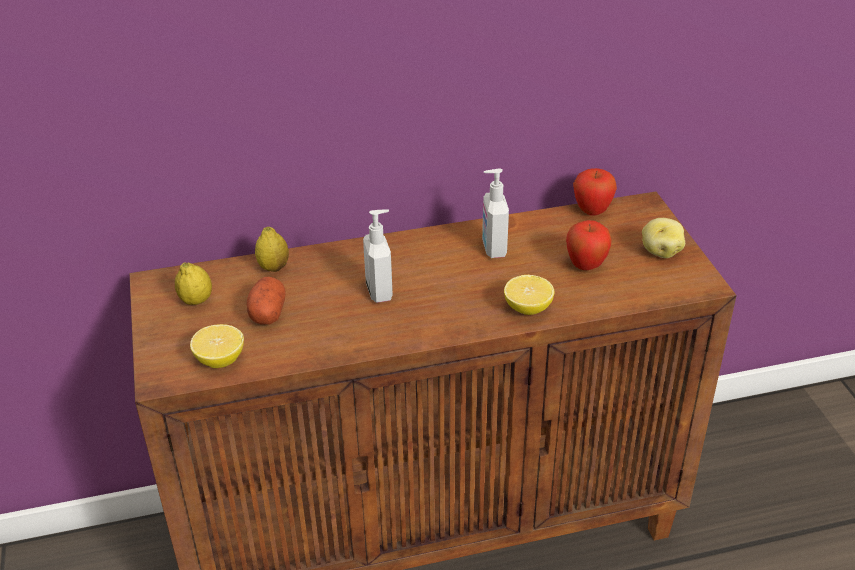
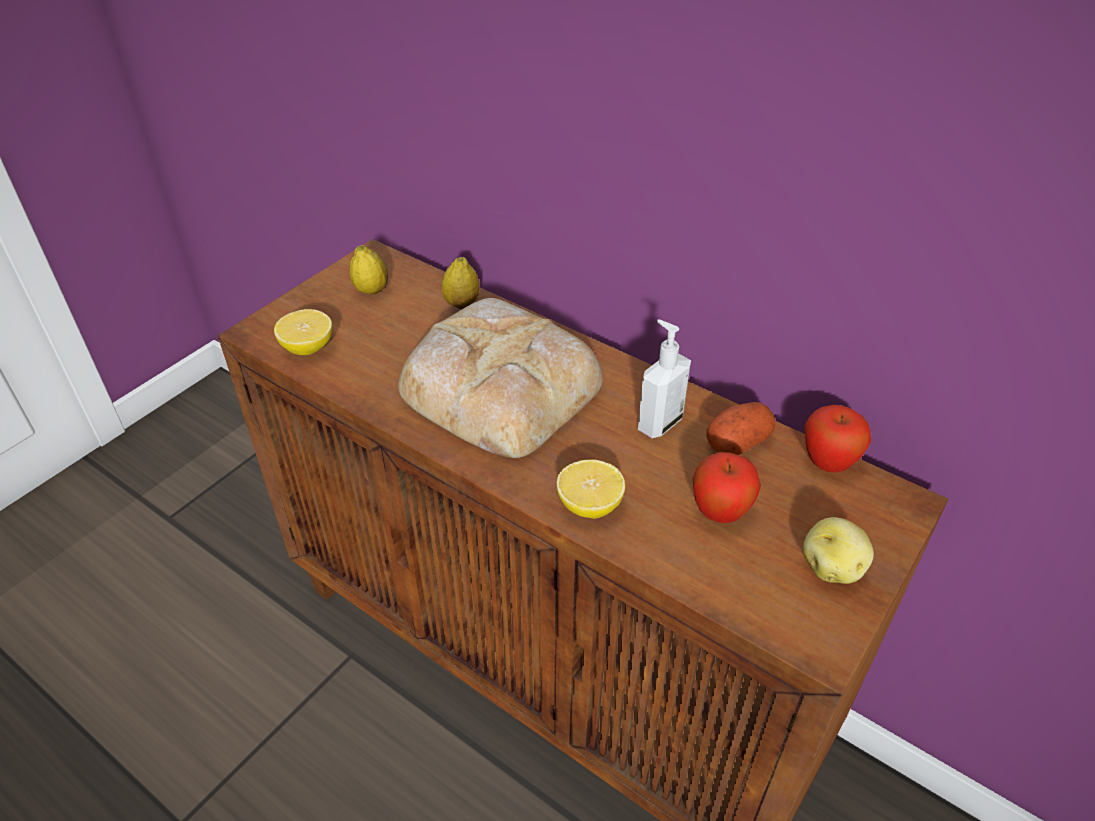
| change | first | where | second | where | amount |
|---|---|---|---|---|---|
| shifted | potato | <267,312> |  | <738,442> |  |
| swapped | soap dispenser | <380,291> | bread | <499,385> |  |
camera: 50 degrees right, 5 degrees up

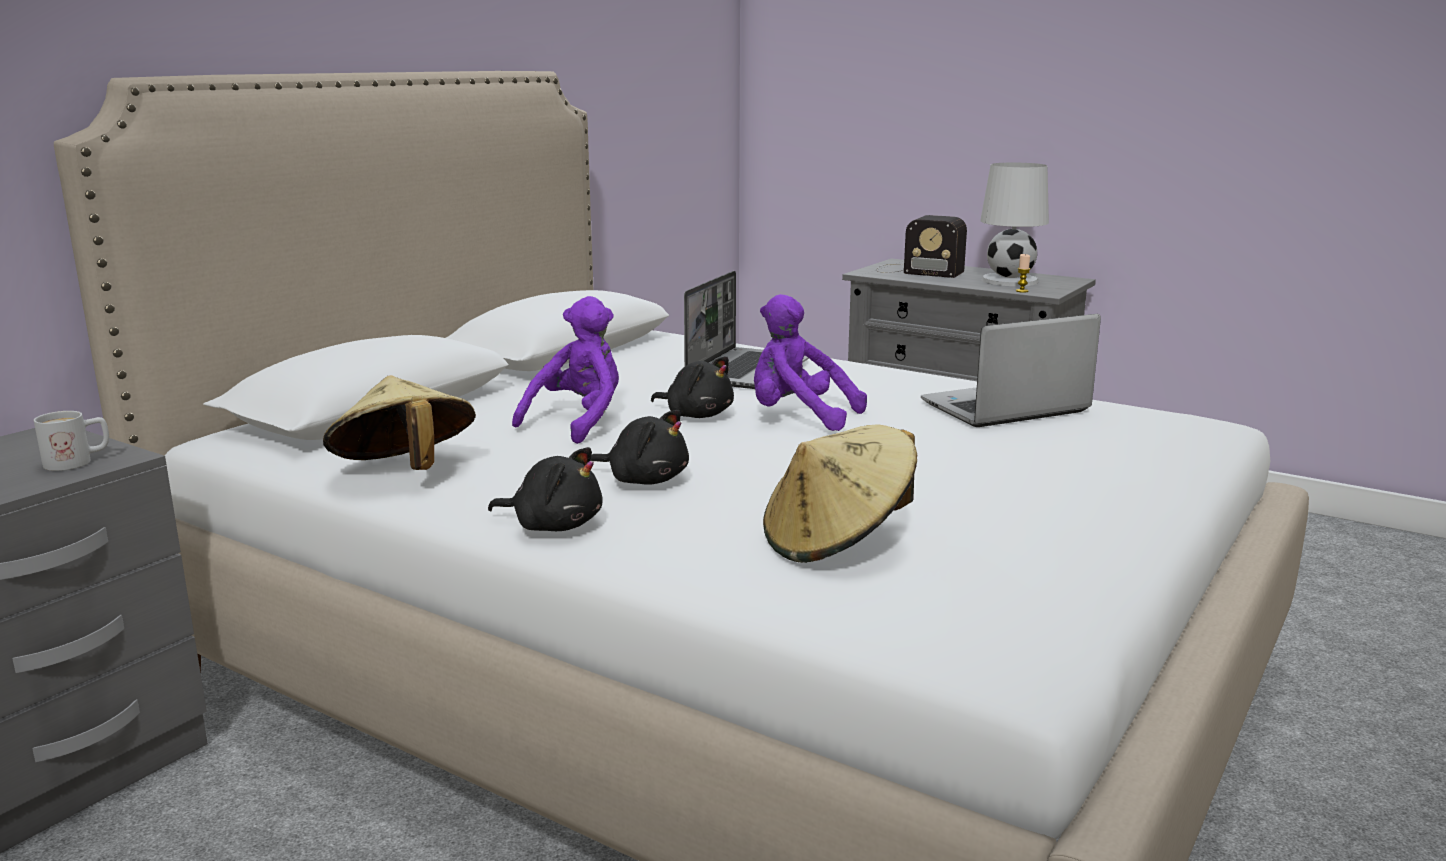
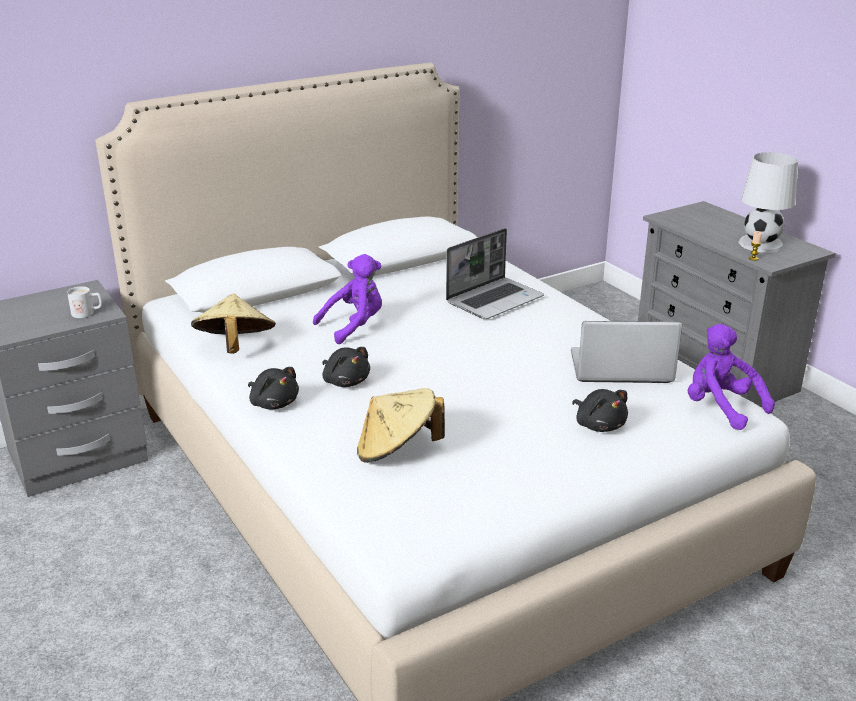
| change | first | where | second | where | amount |
|---|---|---|---|---|---|
| shifted | black plush toy | <697,415> |  | <599,425> |  |
| shifted | purple plush toy | <798,417> |  | <720,407> |  |
| gone | radio | <916,270> |  |  |  |
camera: 25 degrees right, 10 degrees up

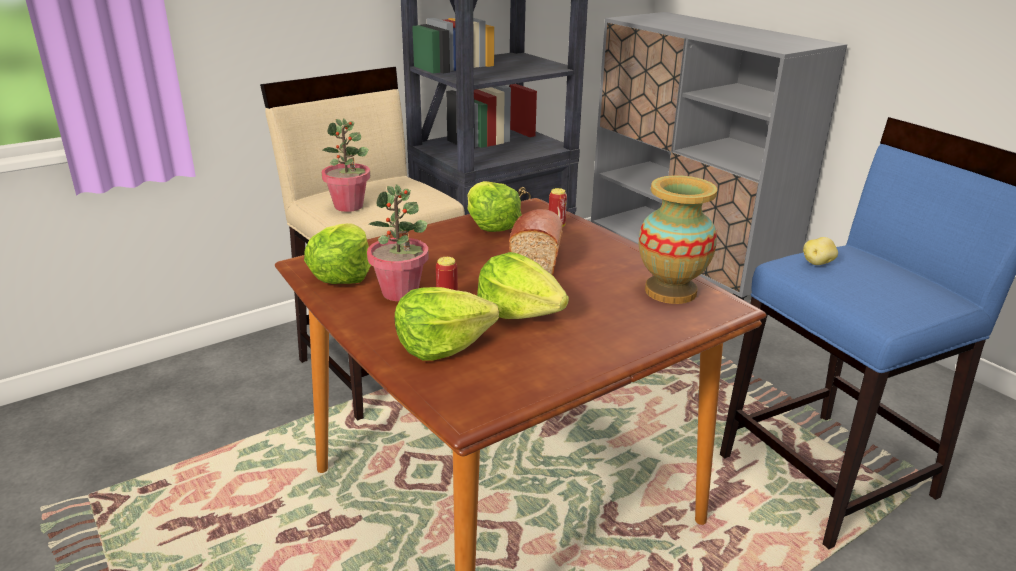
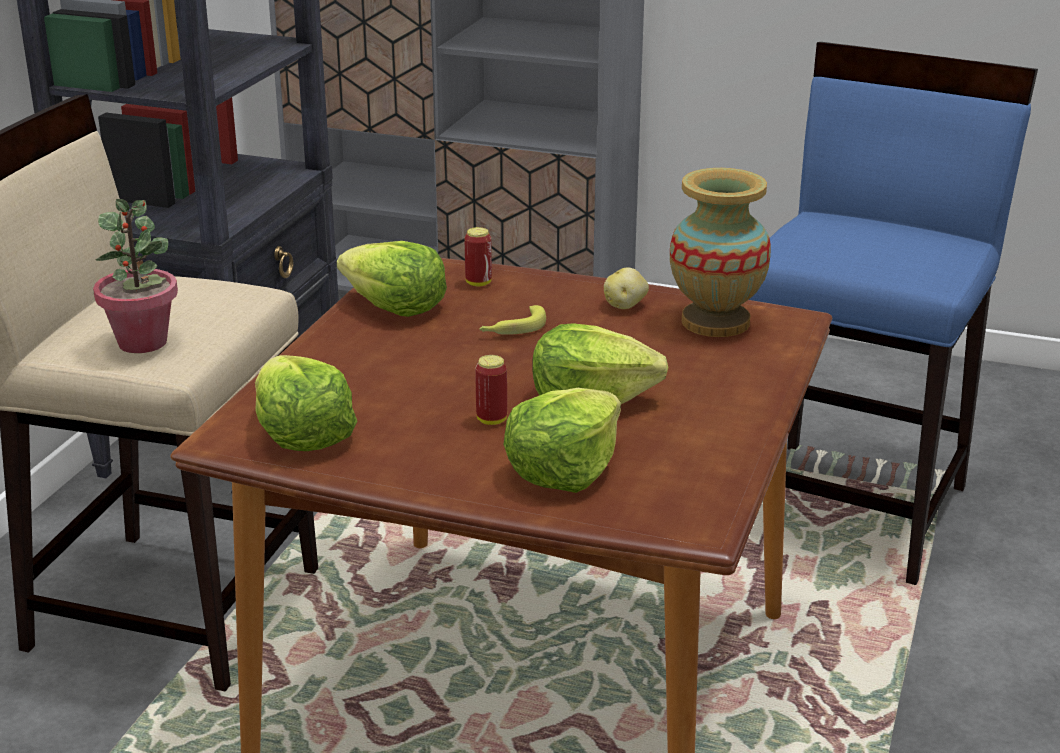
| change | first | where | second | where | amount |
|---|---|---|---|---|---|
| gone | potted plant | <400,292> |  |  |  |
| swapped | bread | <537,256> | banana | <513,328> |  |
| shifted | potato | <818,263> |  | <625,305> |  |
camera: 35 degrees left, 0 degrees up

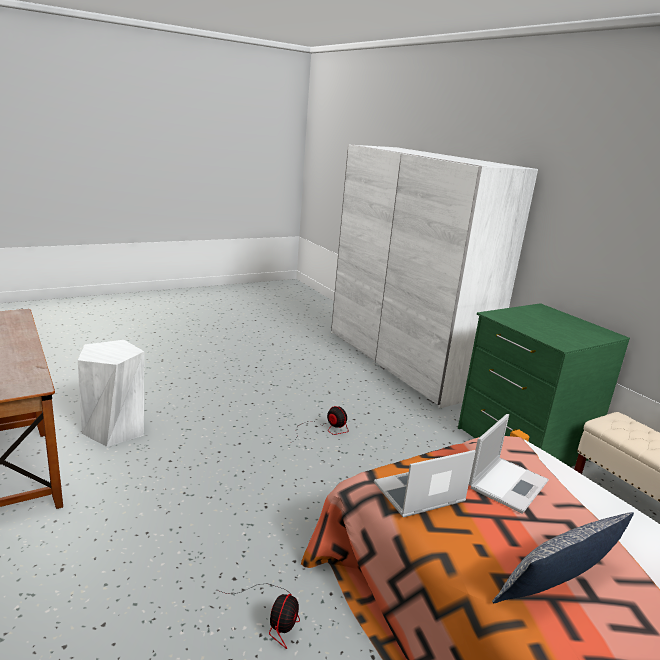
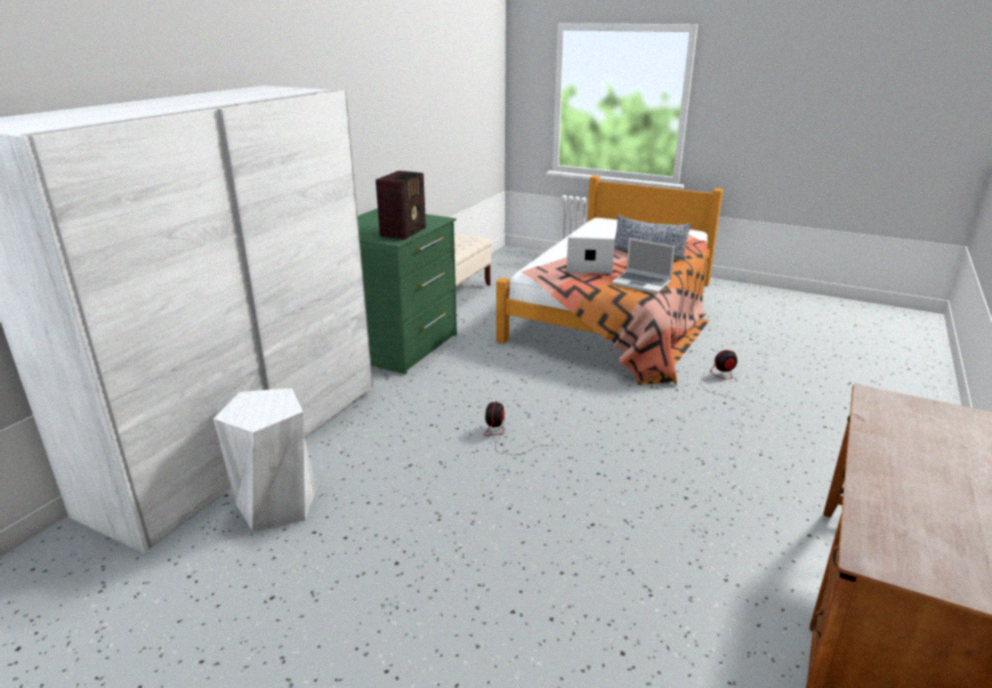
| change | first | where | second | where | amount |
|---|---|---|---|---|---|
| shifted | white stool | <115,429> |  | <277,504> |  |
| new |  |  | radio | <404,232> |  |
camera: 120 degrees left, 5 degrees up

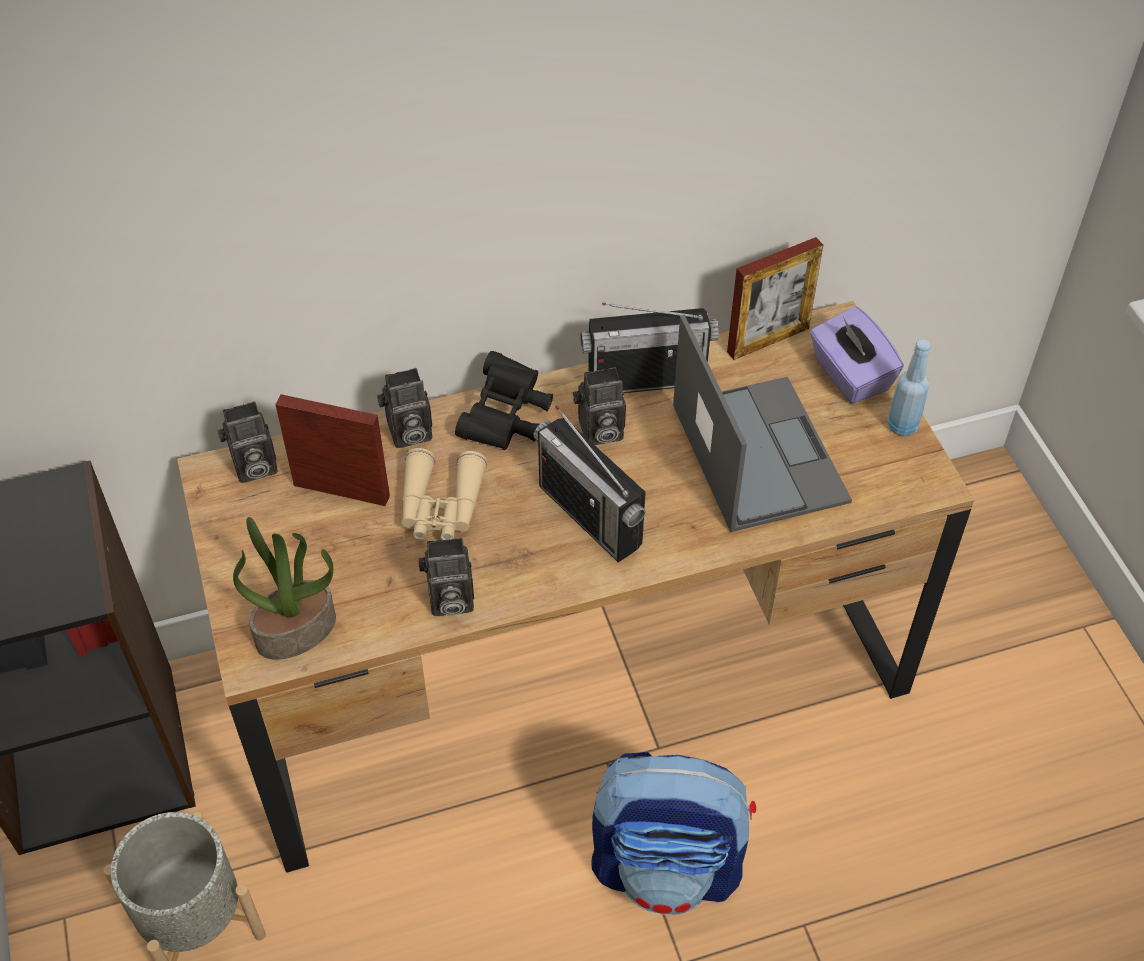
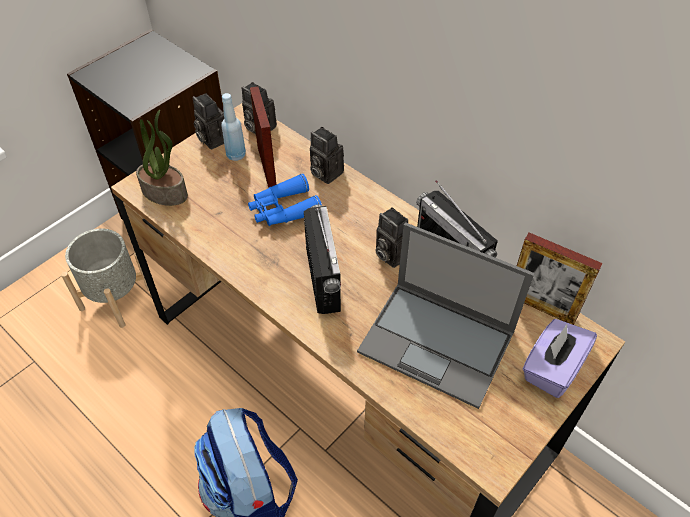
| change | first | where | second | where | amount |
|---|---|---|---|---|---|
| repainted | beige binoculars | <441,507> | blue binoculars | <283,210> |  |
| shifted | photo camera | <448,601> |  | <212,139> |  |
| gone | black binoculars | <506,418> |  |  |  |
| rotated | radio | <590,516> |  | <323,278> | 150 degrees clockwise |
| rotated | laptop | <757,452> |  | <438,342> | 75 degrees clockwise |
| shifted | blue bottle | <902,426> |  | <236,155> |  |
camera: 60 degrees right, 0 degrees up

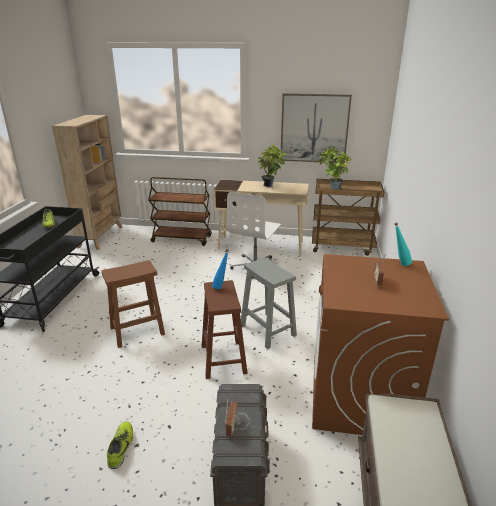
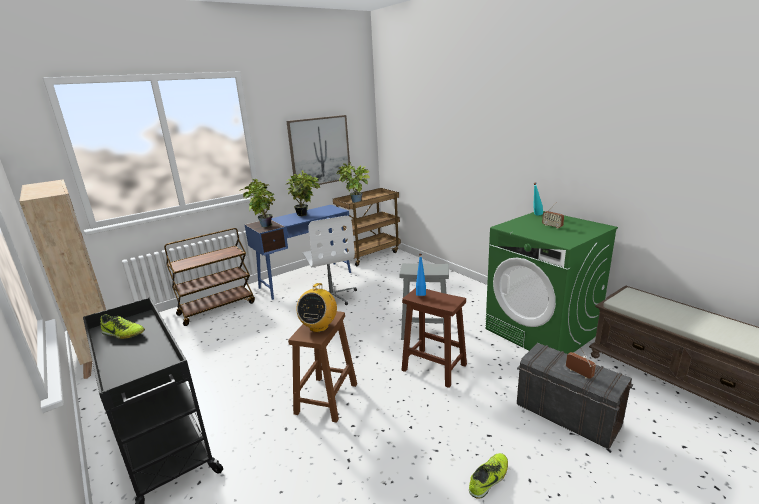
| change | first | where | second | where | amount |
|---|---|---|---|---|---|
| rotated | shoe | <121,447> |  | <489,479> | 90 degrees clockwise |
| repainted | beige desk | <261,245> | blue desk | <306,280> |  |
| repainted | brown washing machine | <359,397> | green washing machine | <542,331> |  |
| new |  |  | potted plant | <263,225> |  |
| new |  |  | radio | <319,327> |  |
camera: 45 degrees left, 5 degrees down

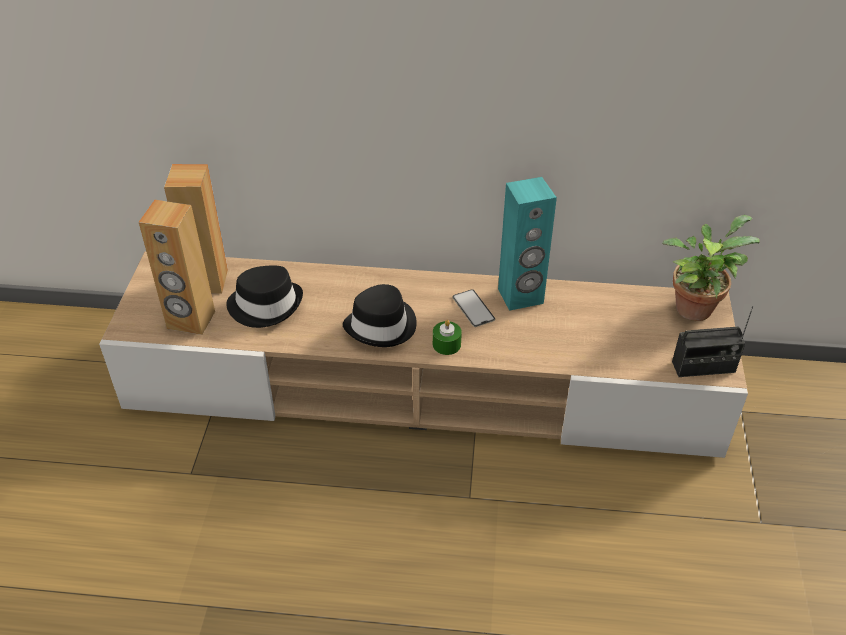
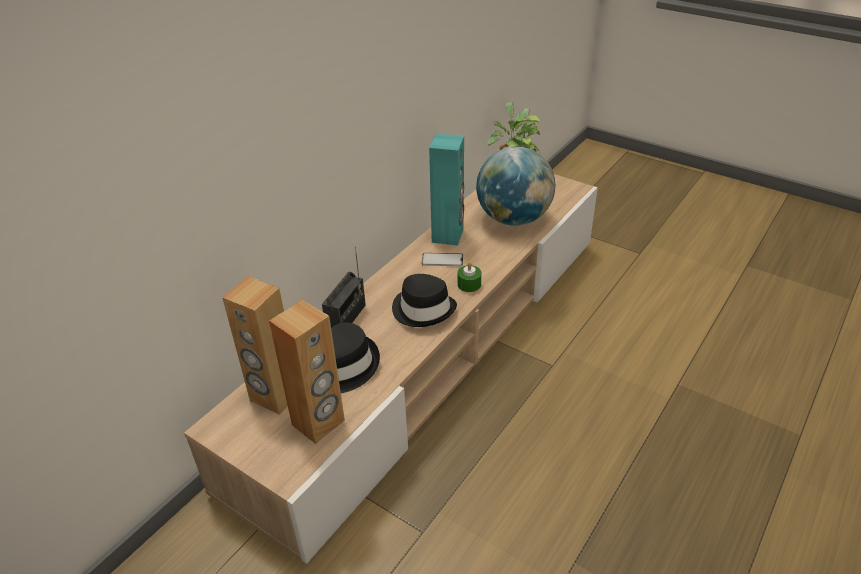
| change | first | where | second | where | amount |
|---|---|---|---|---|---|
| shifted | radio | <703,367> |  | <346,318> |  |
| new |  |  | globe | <513,219> |  |
camera: 60 degrees left, 5 degrees down

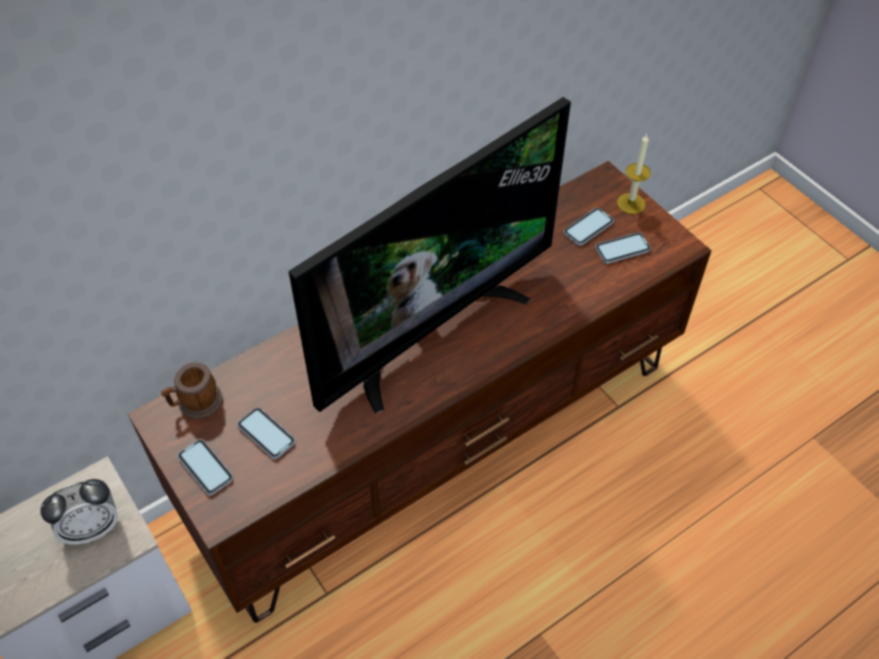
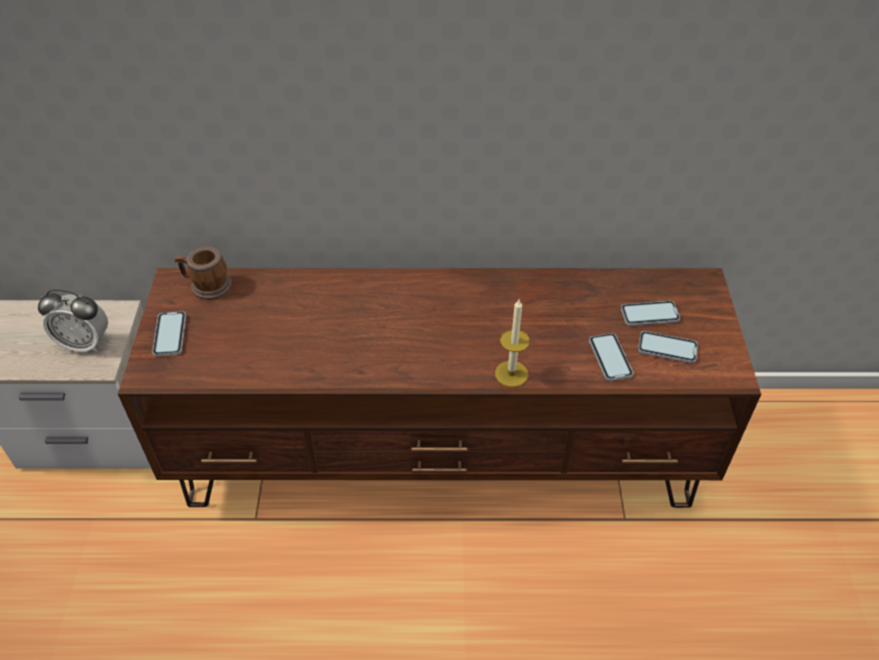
| change | first | where | second | where | amount |
|---|---|---|---|---|---|
| shifted | phone | <266,434> |  | <610,358> |  |
| gone | television | <430,331> |  |  |  |
| shifted | candle | <631,203> |  | <511,374> |  |
camera: 35 degrees right, 5 degrees down

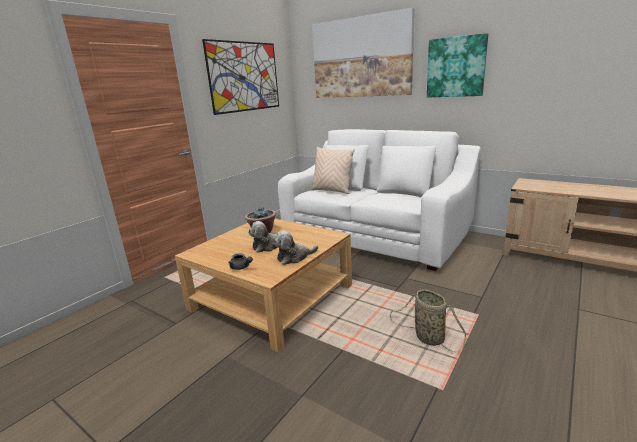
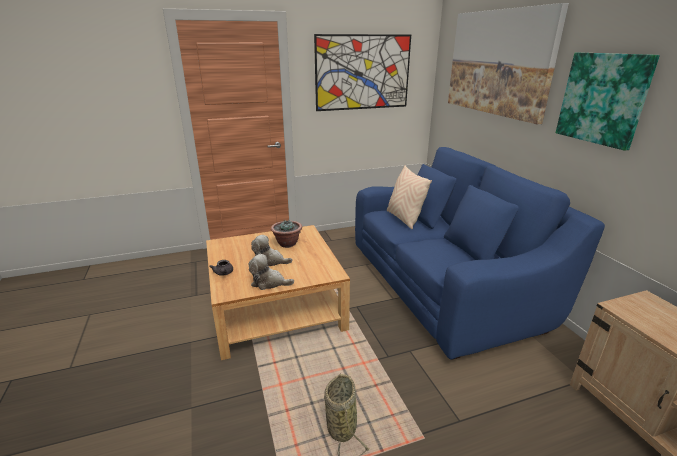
| change | first | where | second | where | amount |
|---|---|---|---|---|---|
| repainted | white sofa | <375,236> | blue sofa | <443,285> |  |
camera: 35 degrees right, 5 degrees up

